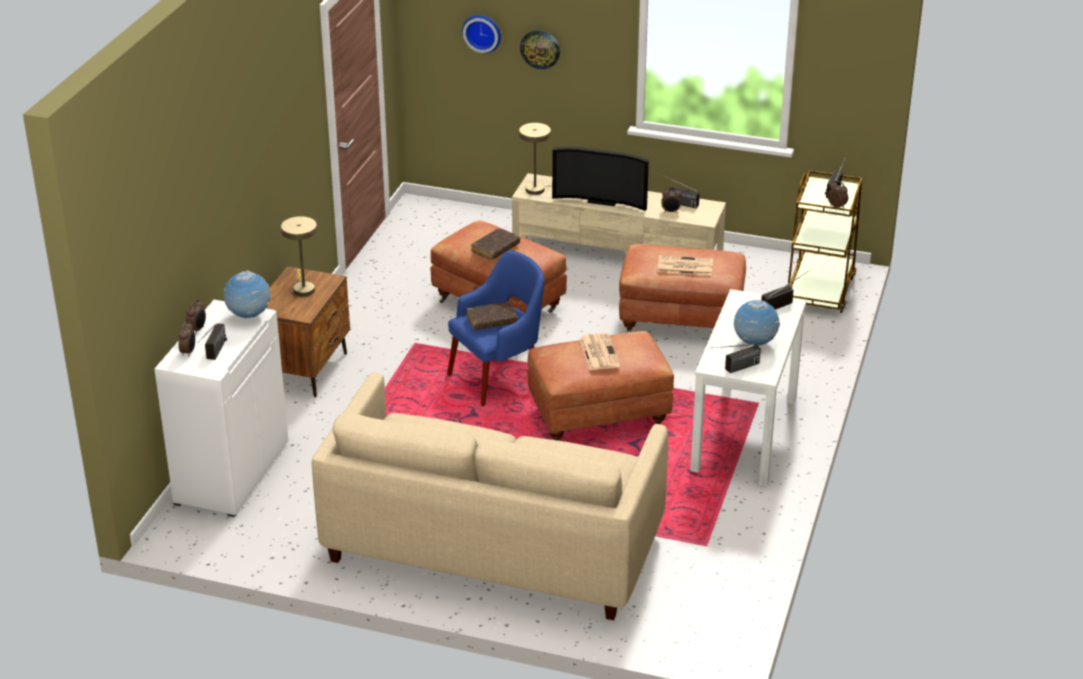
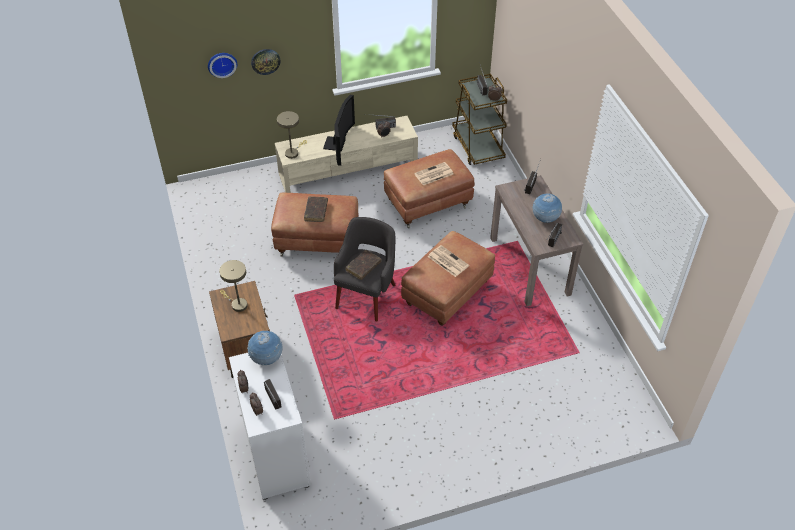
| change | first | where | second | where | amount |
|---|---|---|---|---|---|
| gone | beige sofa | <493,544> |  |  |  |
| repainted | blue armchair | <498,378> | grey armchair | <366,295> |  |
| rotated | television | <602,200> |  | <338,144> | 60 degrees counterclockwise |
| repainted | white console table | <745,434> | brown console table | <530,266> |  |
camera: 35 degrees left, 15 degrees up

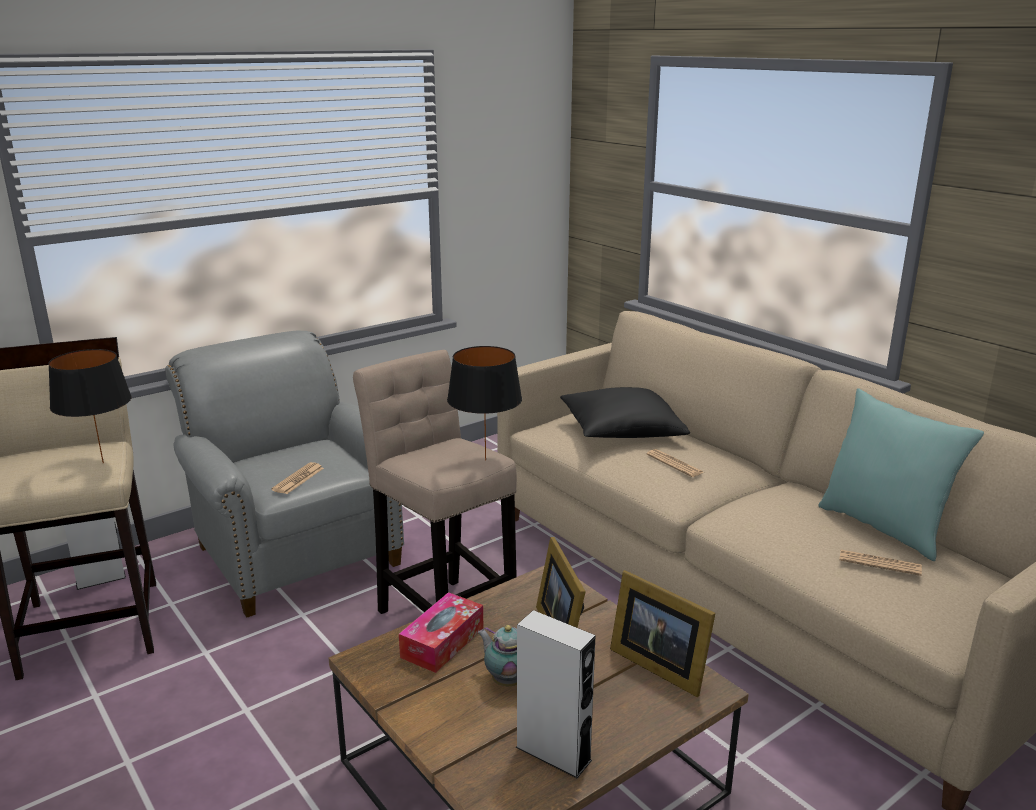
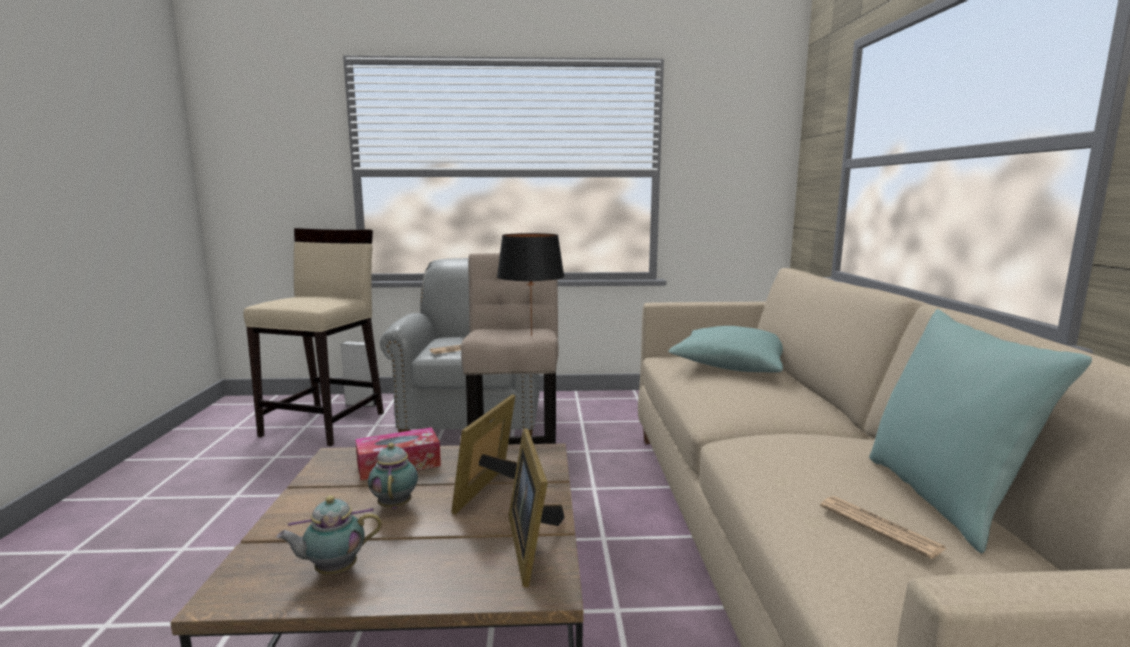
| change | first | where | second | where | amount |
|---|---|---|---|---|---|
| gone | black table lamp | <103,463> |  |  |  |
| swapped | grey speaker | <553,753> | teapot | <333,570> |  |
| repainted | black pillow | <621,430> | turquoise pillow | <731,366> |  |
| gone | newspaper | <674,464> |  |  |  |
camera: 35 degrees right, 10 degrees down

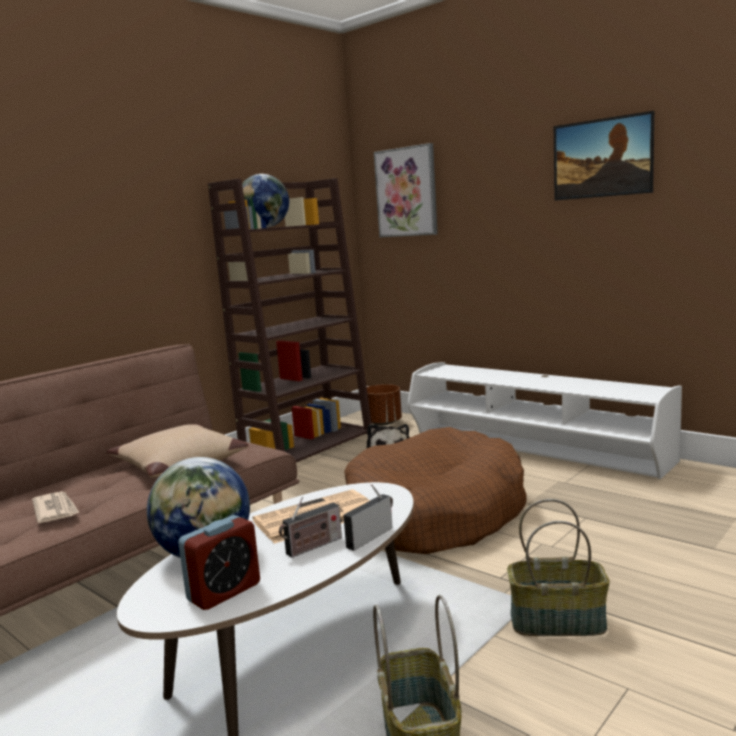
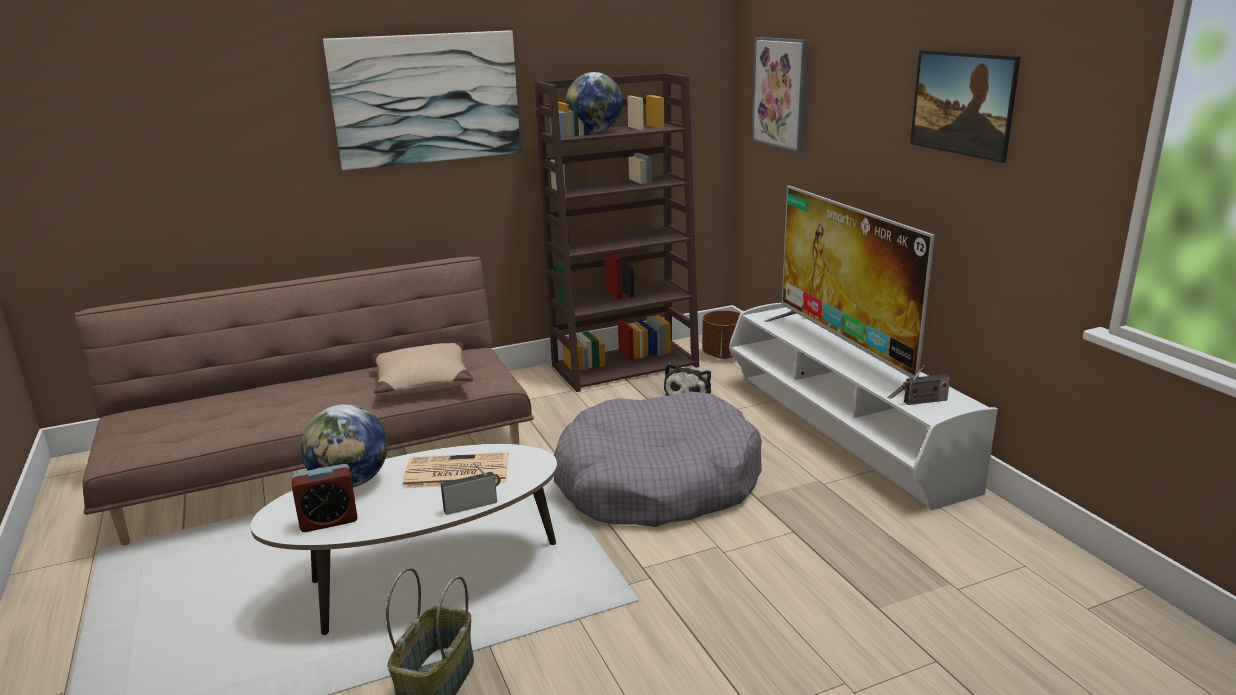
| change | first | where | second | where | amount |
|---|---|---|---|---|---|
| gone | newspaper | <55,510> |  |  |  |
| shifted | radio | <312,547> |  | <923,401> |  |
| repainted | brown dog bed | <434,514> | grey dog bed | <656,483> |  |
| gone | basket | <558,621> |  |  |  |
| new |  |  | picture | <427,98> |  |
| new |  |  | television | <844,351> |  |
camera: 25 degrees right, 10 degrees up

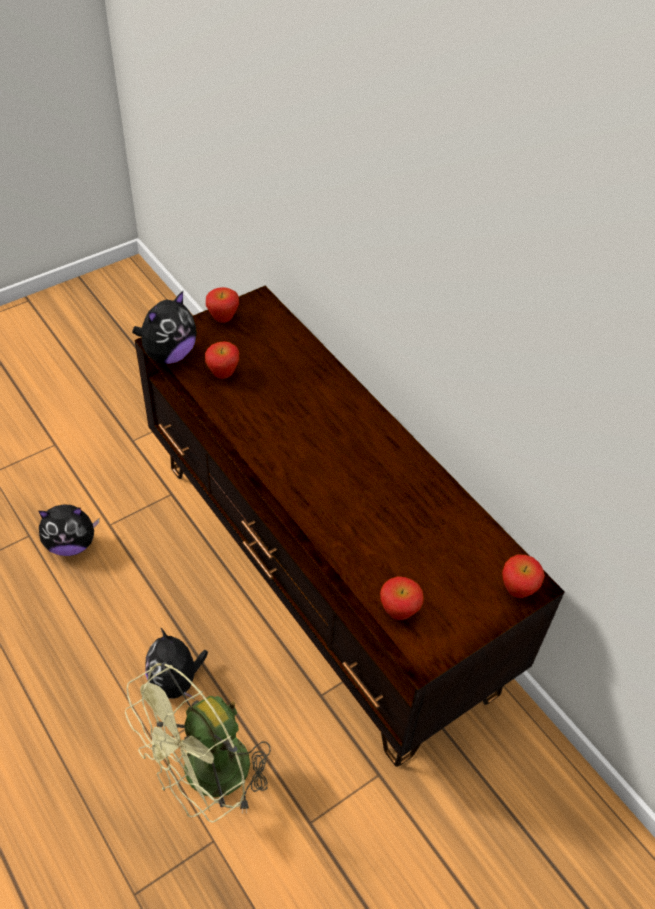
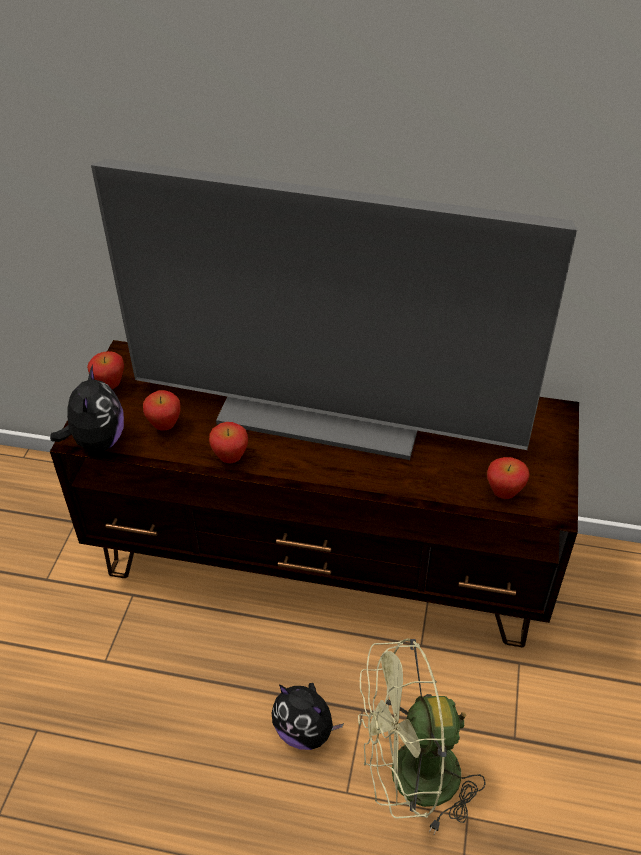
| change | first | where | second | where | amount |
|---|---|---|---|---|---|
| gone | plush toy | <71,544> |  |  |  |
| rotated | green fan | <205,778> |  | <410,779> | 75 degrees clockwise |
| shifted | apple | <517,590> |  | <230,458> |  |
| new |  |  | television | <326,409> |  |
camera: 40 degrees left, 5 degrees down

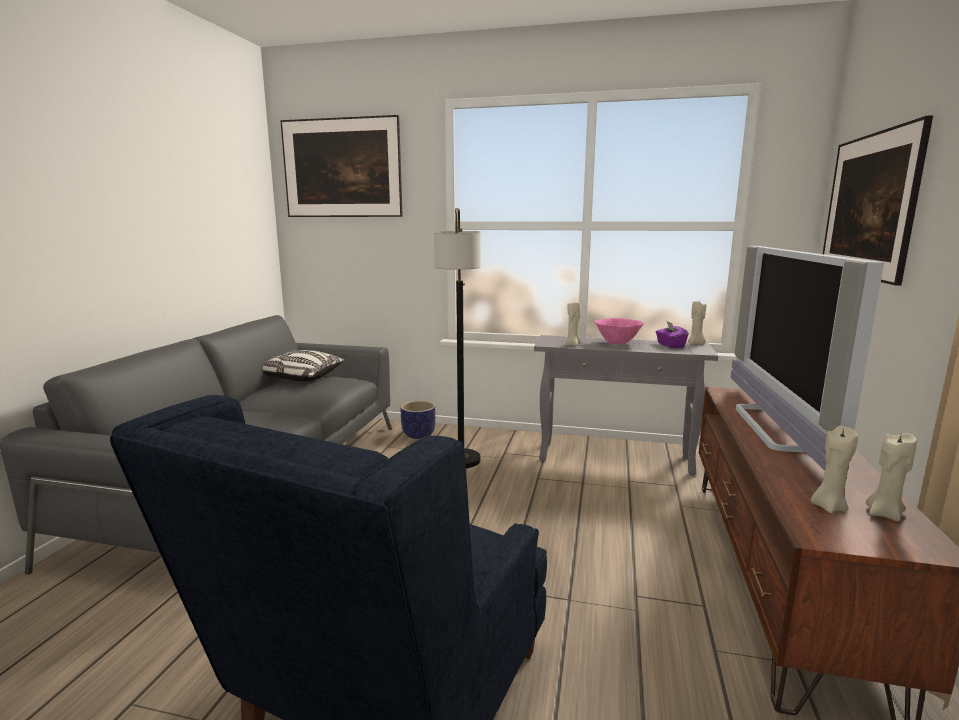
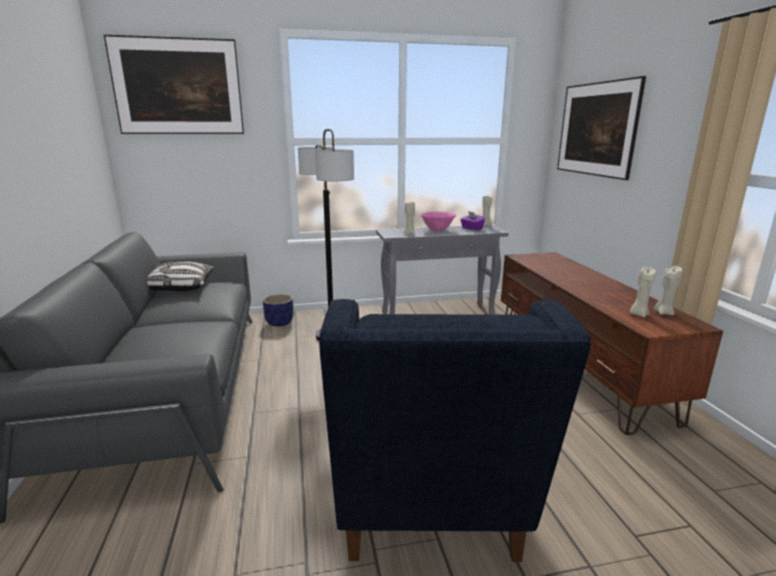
| change | first | where | second | where | amount |
|---|---|---|---|---|---|
| gone | television | <777,428> |  |  |  |
camera: 25 degrees left, 5 degrees up

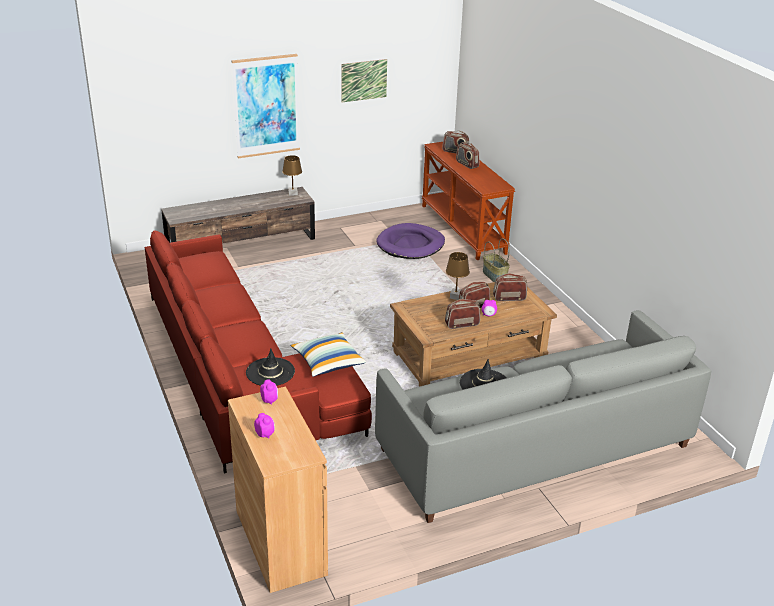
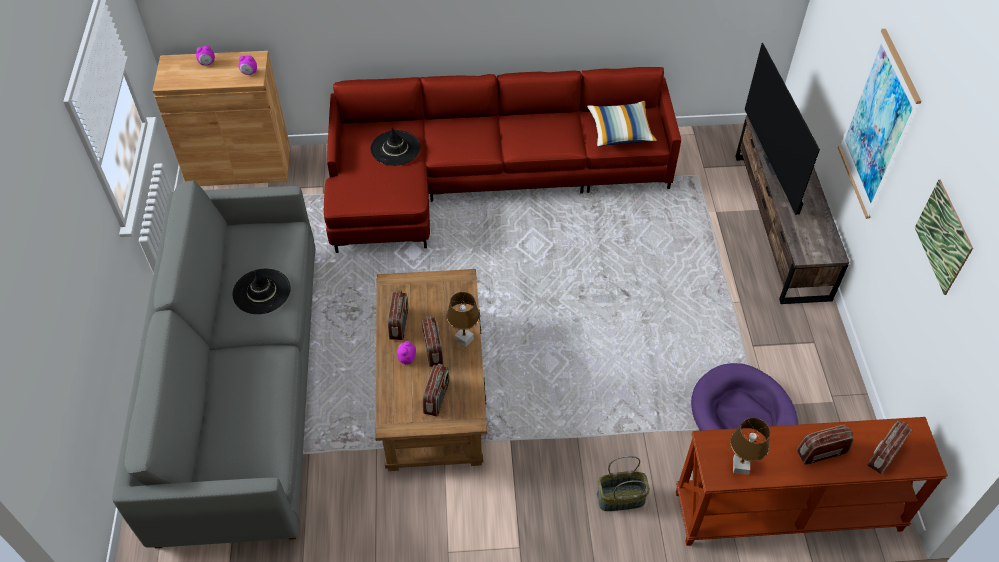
| change | first | where | second | where | amount |
|---|---|---|---|---|---|
| shifted | brown table lamp | <293,193> |  | <740,466> |  |
| shifted | pillow | <328,362> |  | <620,131> |  |
| new |  |  | television | <776,164> |  |
camera: 110 degrees right, 20 degrees up

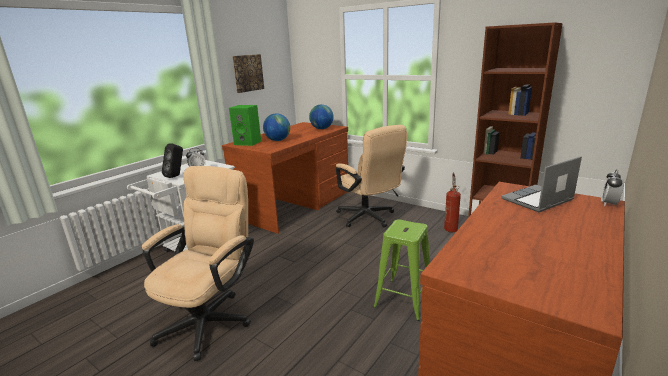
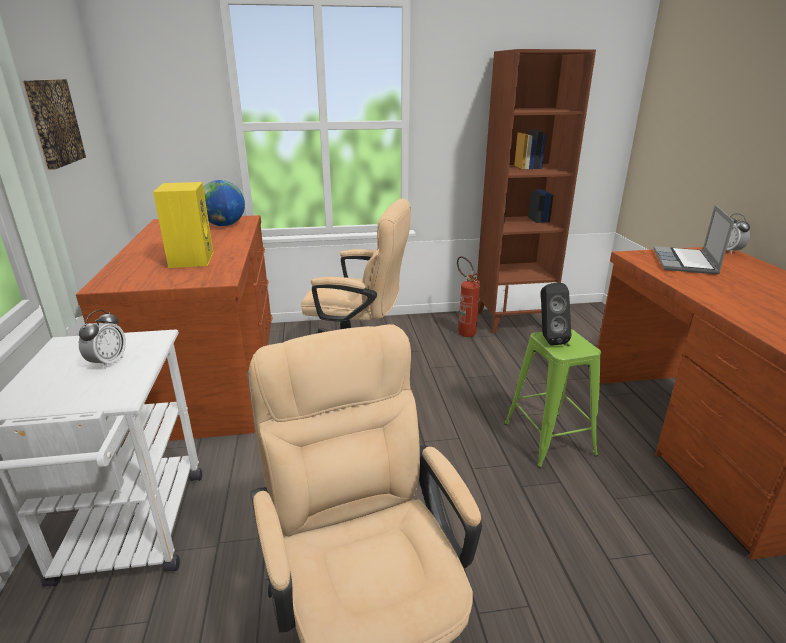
| change | first | where | second | where | amount |
|---|---|---|---|---|---|
| shifted | black speaker | <176,176> |  | <548,339> |  |
| gone | green speaker | <248,143> |  |  |  |
| swapped | globe | <277,140> | yellow speaker | <190,259> |  |
camera: 45 degrees left, 5 degrees up

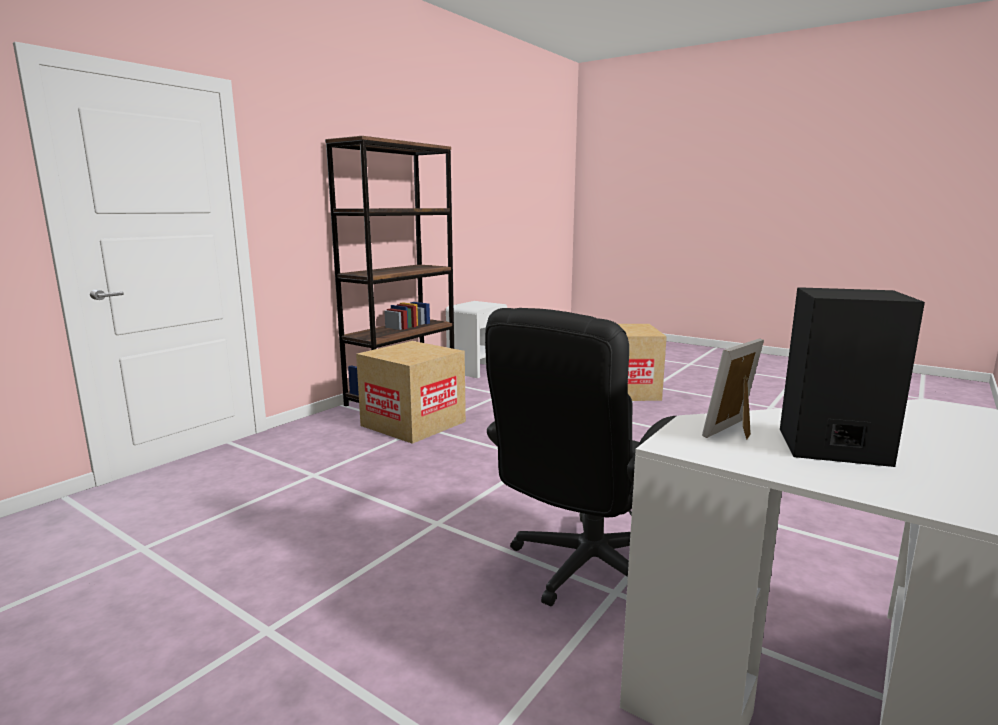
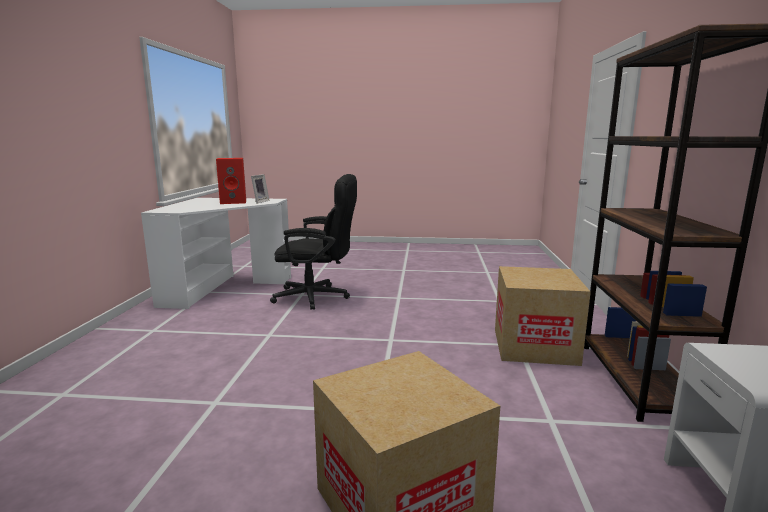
| change | first | where | second | where | amount |
|---|---|---|---|---|---|
| rotated | black office chair | <582,570> |  | <318,297> | 90 degrees clockwise |
| repainted | black speaker | <830,447> | red speaker | <234,202> |  |
camera: 150 degrees right, 0 degrees up

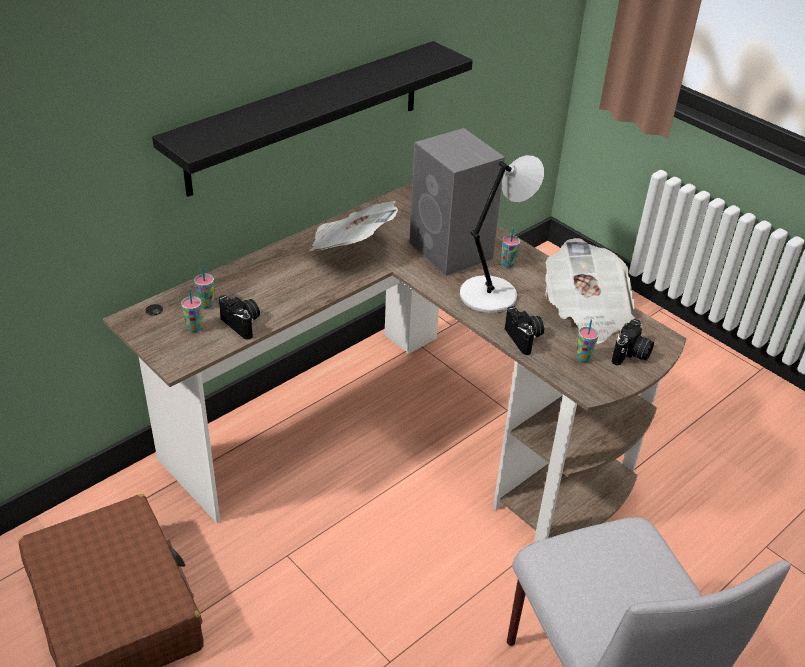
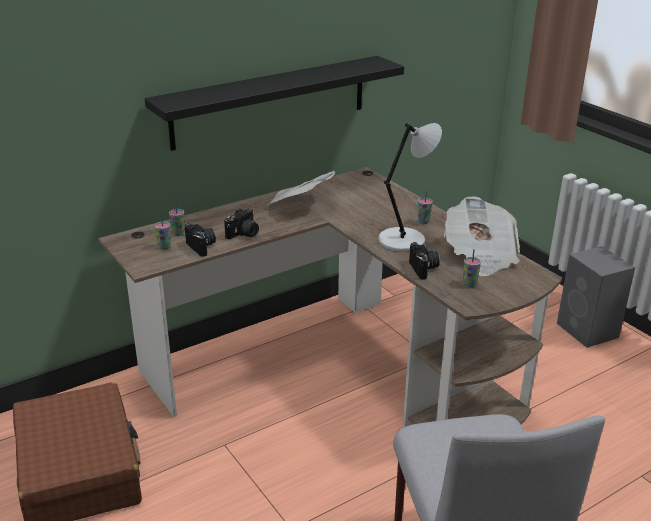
| change | first | where | second | where | amount |
|---|---|---|---|---|---|
| shifted | grey speaker | <451,252> |  | <588,331> |  |
| shifted | photo camera | <631,355> |  | <243,234> |  |
camera: 10 degrees right, 10 degrees down

